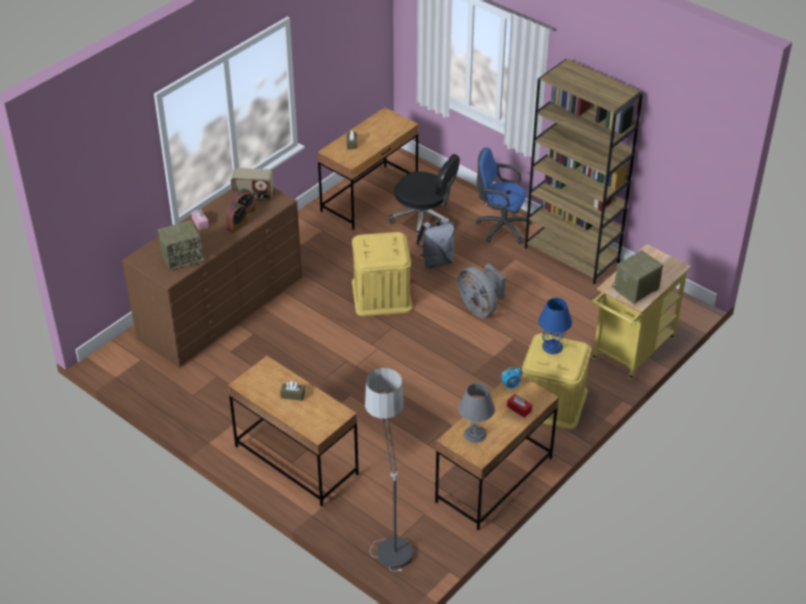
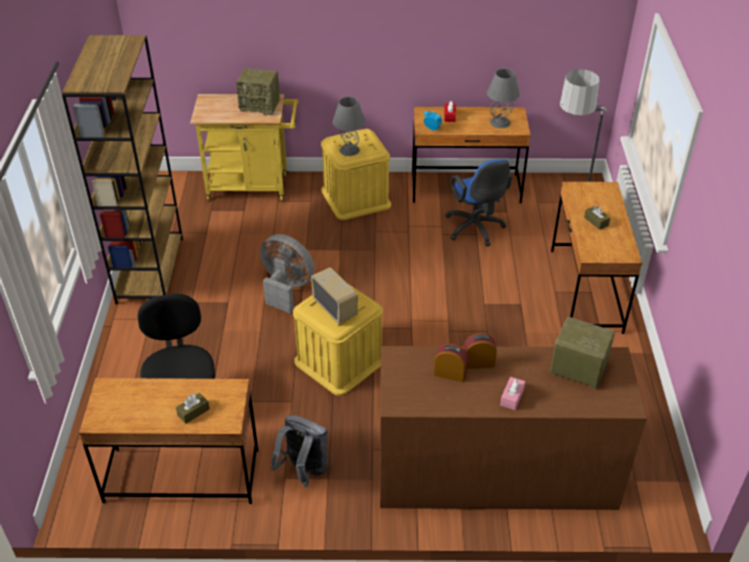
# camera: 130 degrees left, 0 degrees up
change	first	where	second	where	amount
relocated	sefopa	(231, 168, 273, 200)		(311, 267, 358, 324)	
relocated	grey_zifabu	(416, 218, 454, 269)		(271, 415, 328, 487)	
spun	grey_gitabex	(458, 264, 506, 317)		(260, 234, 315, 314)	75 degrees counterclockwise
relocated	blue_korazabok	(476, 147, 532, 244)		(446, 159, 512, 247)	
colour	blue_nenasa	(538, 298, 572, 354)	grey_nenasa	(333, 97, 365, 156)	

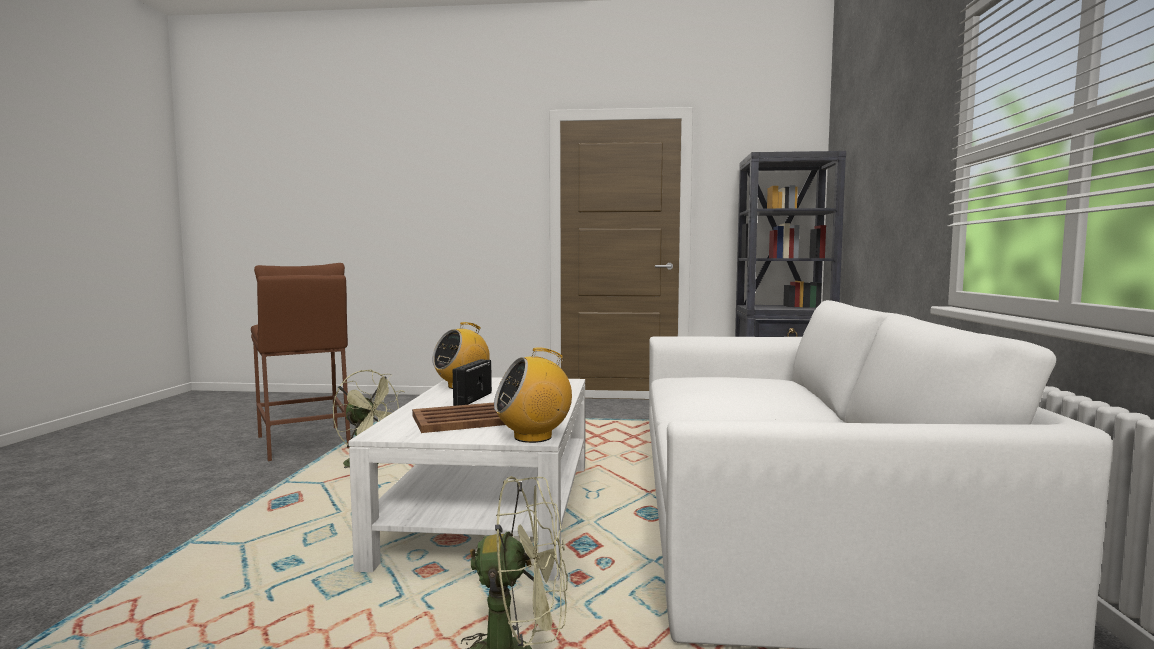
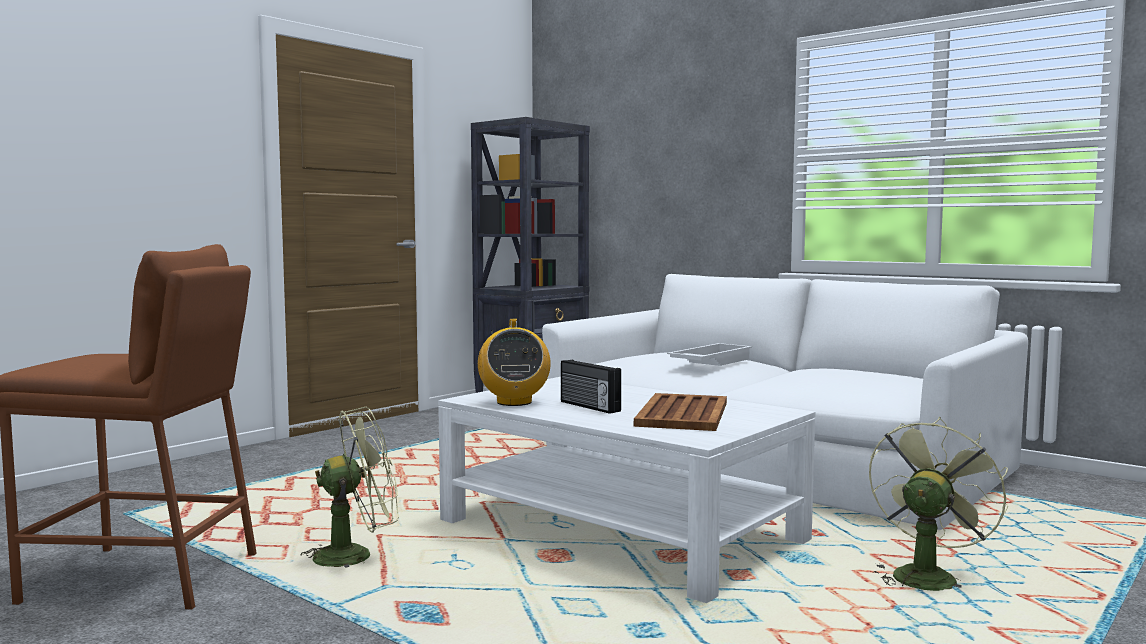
# camera: 55 degrees left, 0 degrees up
change	first	where	second	where	amount
missing	sefopa	(494, 348, 572, 443)			
appeared			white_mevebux	(667, 343, 752, 366)	

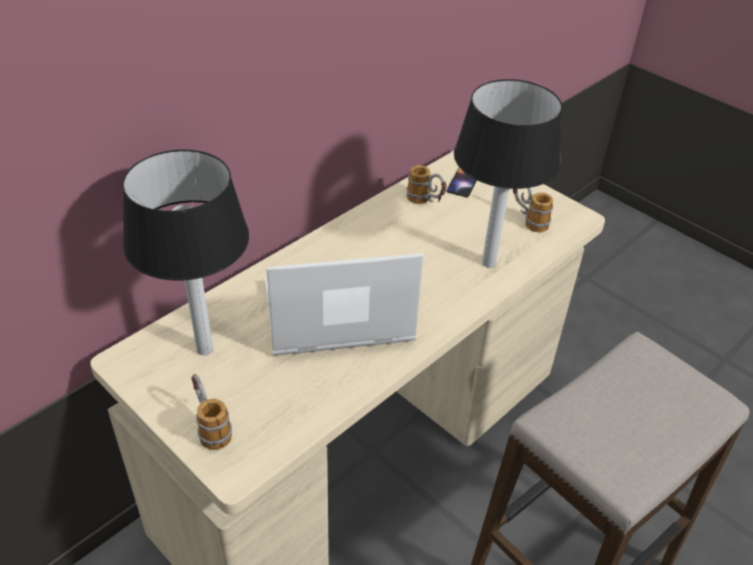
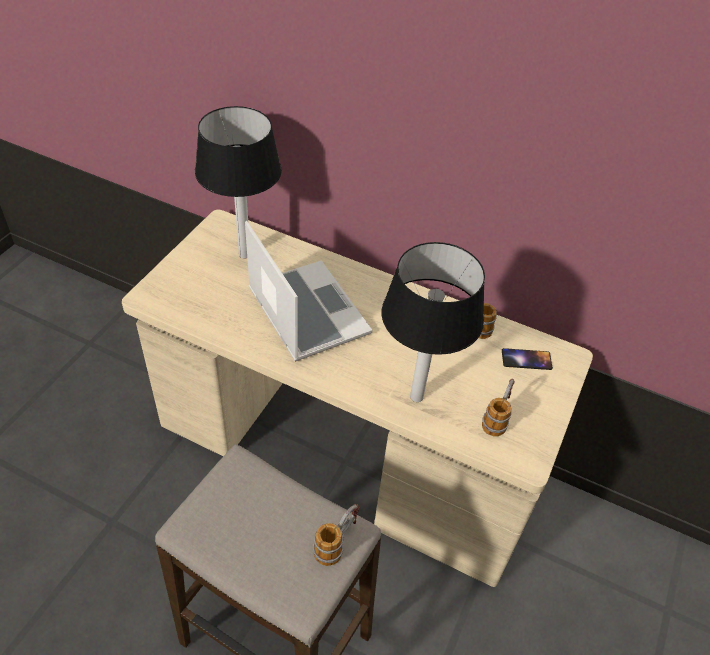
# camera: 70 degrees right, 5 degrees up
change	first	where	second	where	amount
relocated	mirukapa	(191, 374, 232, 450)		(313, 504, 359, 566)	

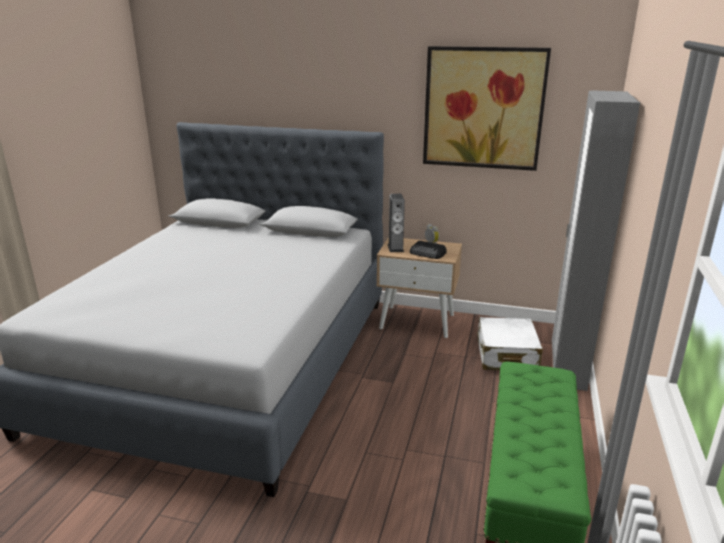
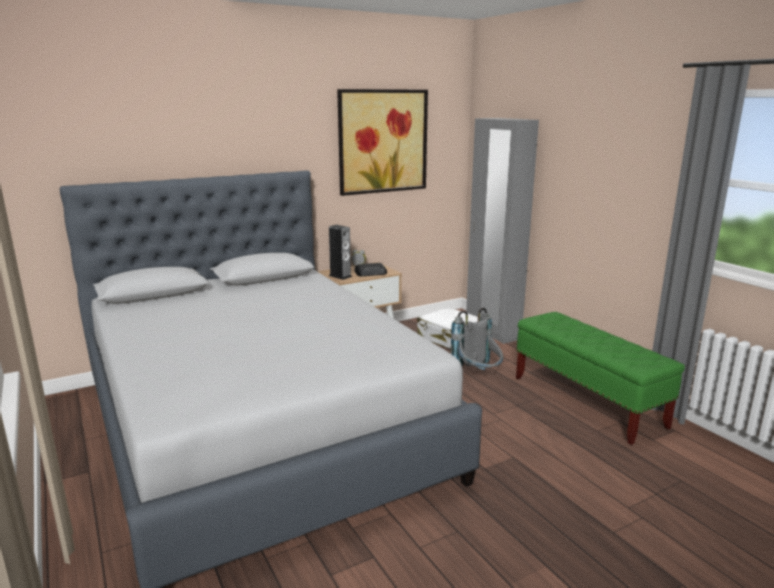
# camera: 45 degrees left, 5 degrees down
change	first	where	second	where	amount
appeared			grey_zifabu	(451, 308, 503, 370)	

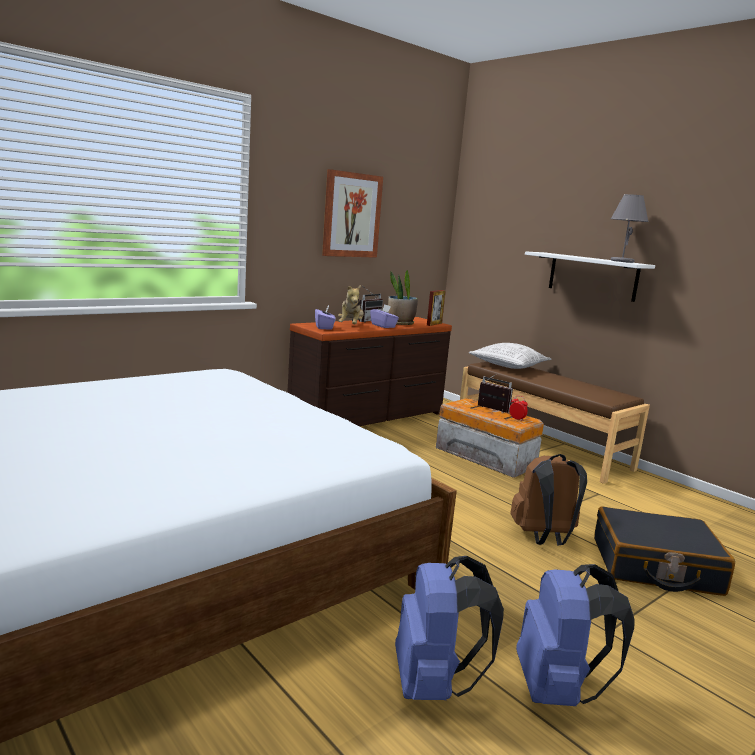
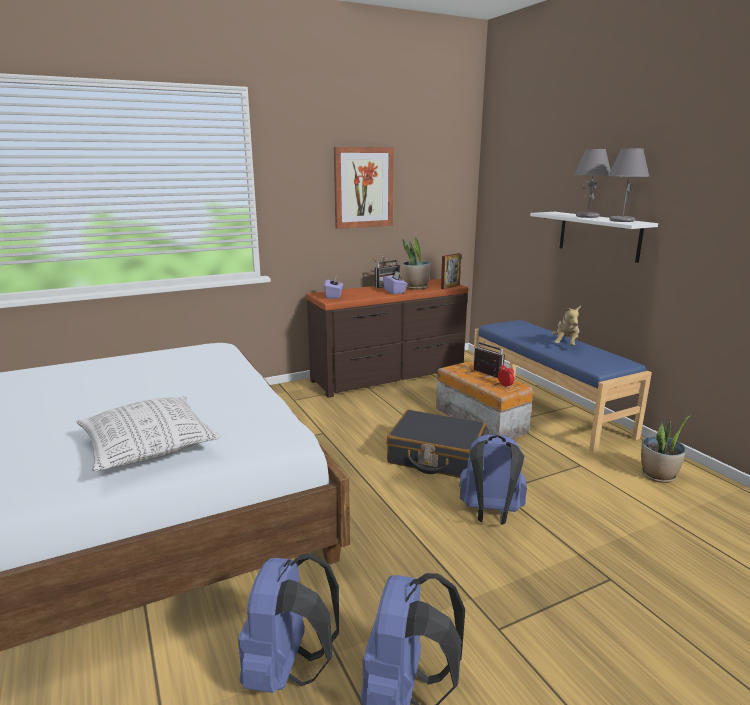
# camera: 15 degrees right, 5 degrees up
change	first	where	second	where	amount
relocated	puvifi	(338, 285, 364, 324)		(552, 306, 581, 346)	
colour	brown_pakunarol	(460, 362, 650, 484)	blue_pakunarol	(473, 320, 652, 453)	
relocated	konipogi	(469, 343, 551, 369)		(76, 396, 221, 471)	
colour	brown_zifabu	(510, 454, 587, 546)	blue_zifabu	(459, 434, 527, 524)	
relocated	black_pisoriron	(594, 506, 735, 596)		(386, 410, 486, 478)	
appeared			grey_nenasa	(574, 149, 611, 218)	
appeared			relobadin	(641, 415, 691, 483)	

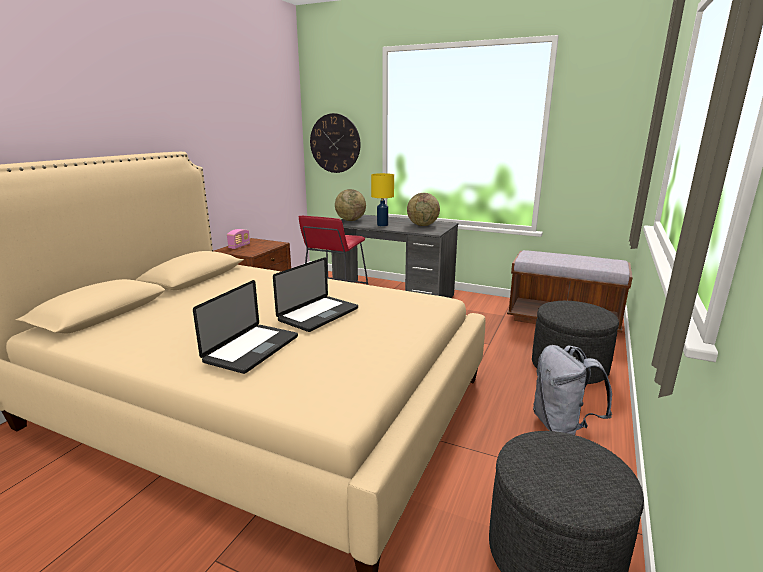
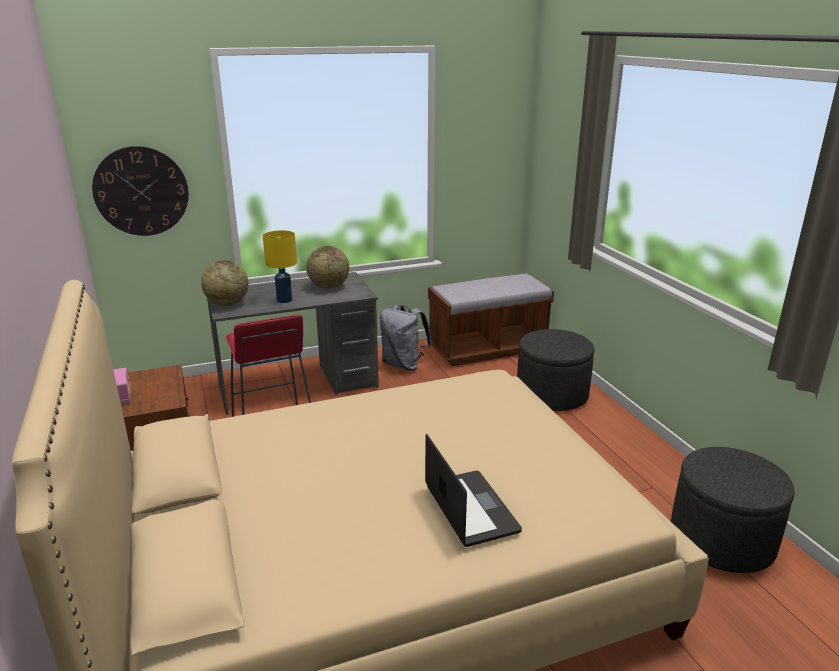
# camera: 45 degrees left, 5 degrees up
change	first	where	second	where	amount
missing	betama	(273, 257, 358, 332)			
relocated	grey_zifabu	(533, 345, 612, 435)		(380, 305, 432, 371)	

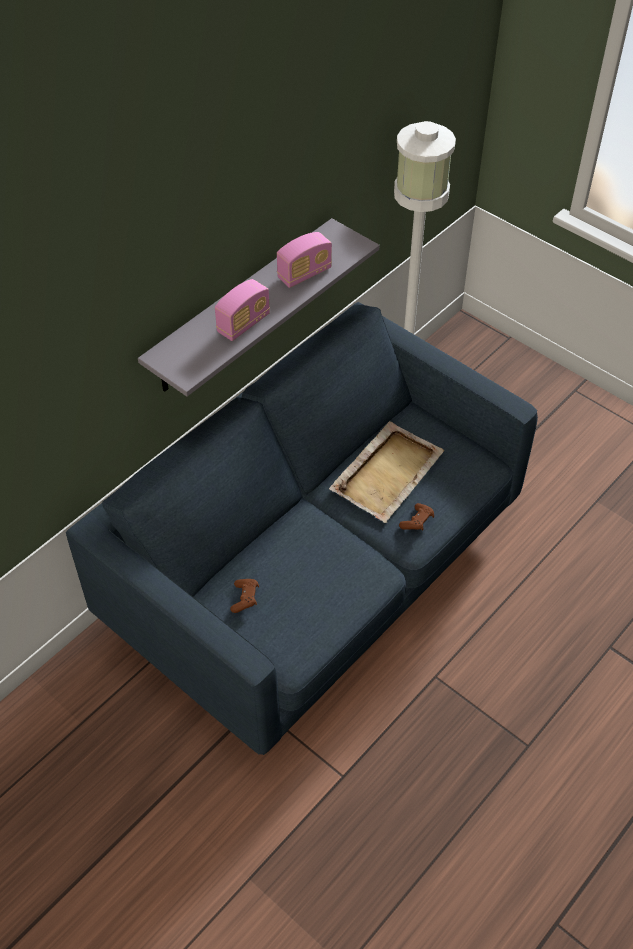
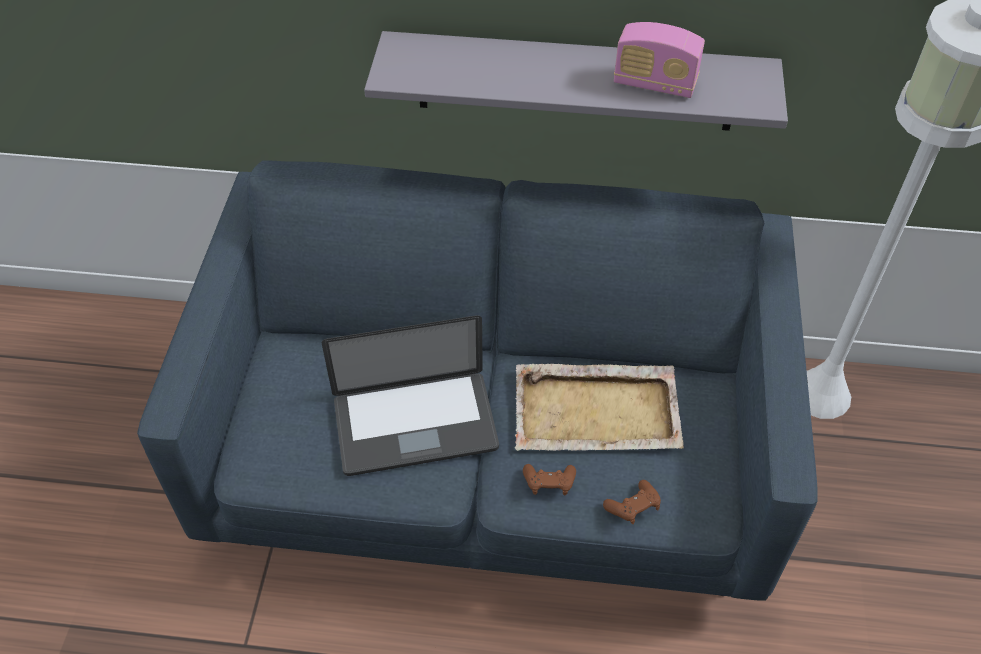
# camera: 55 degrees right, 0 degrees up
change	first	where	second	where	amount
missing	sefopa	(215, 279, 270, 341)			
relocated	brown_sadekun	(230, 579, 259, 613)		(603, 480, 661, 524)	
appeared			betama	(322, 315, 499, 476)	

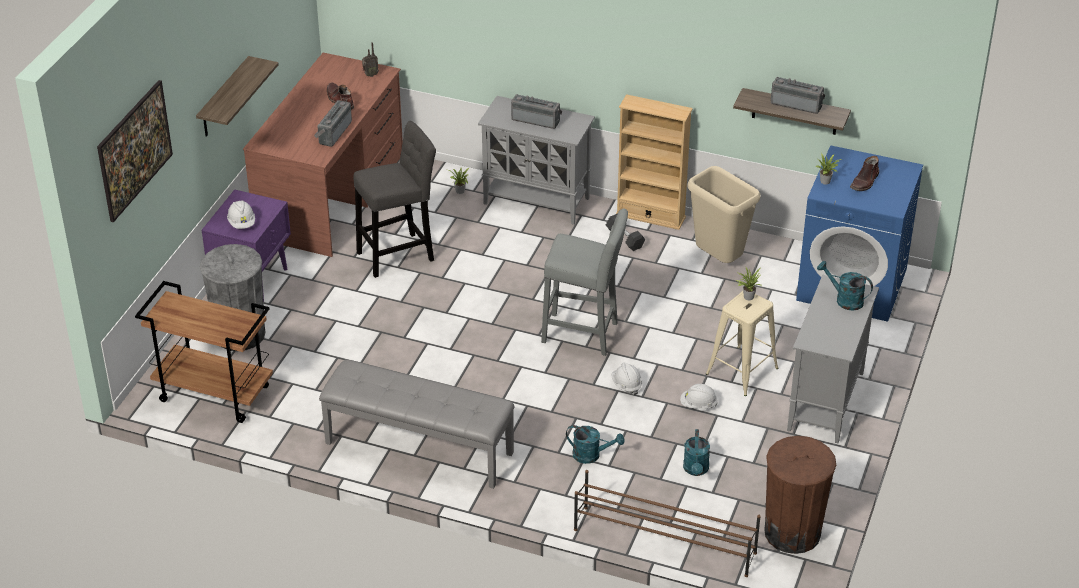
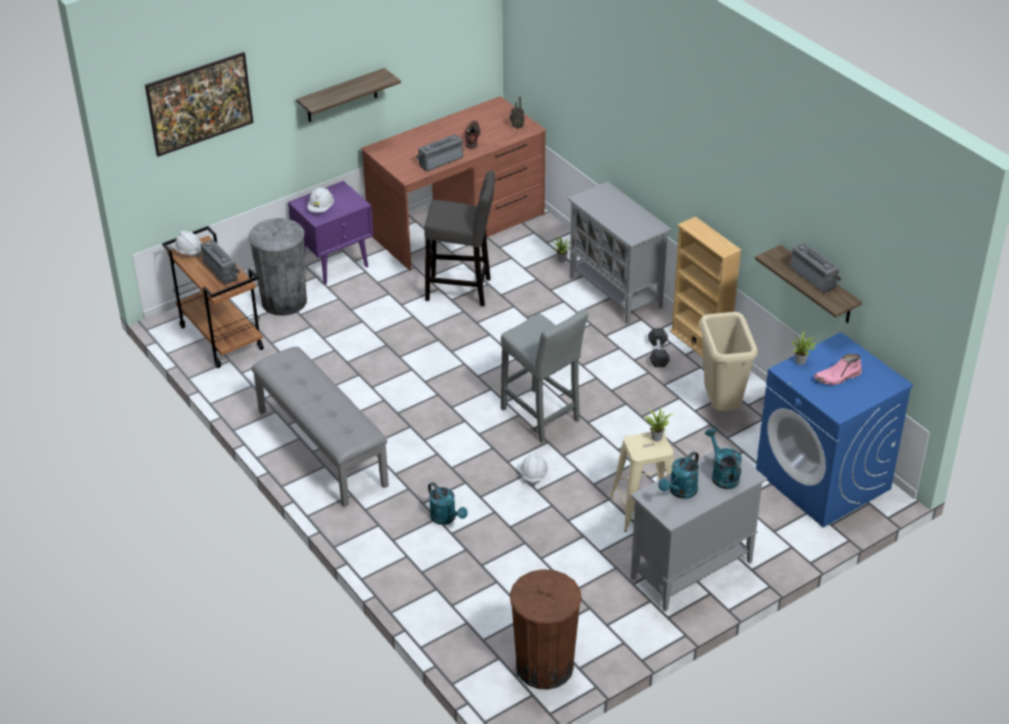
# camera: 35 degrees right, 0 degrees up
change	first	where	second	where	amount
relocated	sefopa	(511, 94, 562, 129)		(201, 240, 241, 284)	
missing	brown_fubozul	(574, 470, 761, 577)			
relocated	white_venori	(680, 384, 718, 409)		(172, 231, 202, 257)	
relocated	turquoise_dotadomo	(683, 429, 710, 476)		(658, 451, 699, 499)	
colour	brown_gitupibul	(850, 156, 879, 191)	pink_gitupibul	(814, 354, 862, 385)	

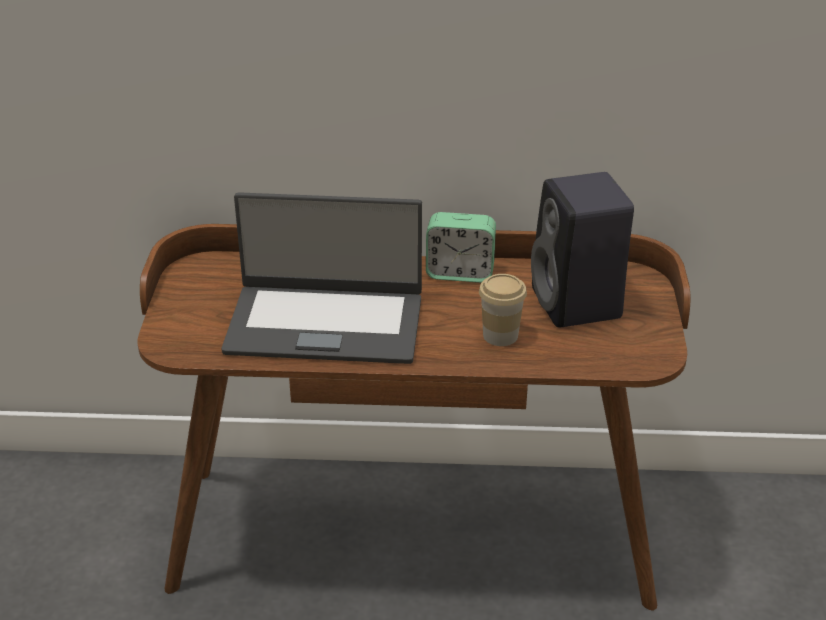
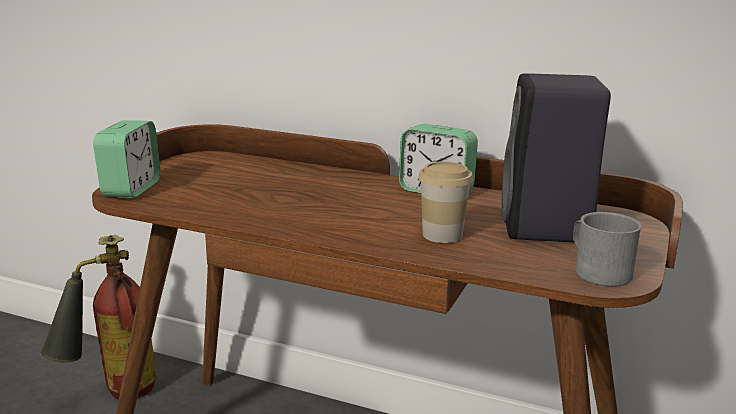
# camera: 20 degrees right, 15 degrees down
change	first	where	second	where	amount
missing	betama	(221, 192, 422, 364)			
appeared			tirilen	(41, 235, 156, 399)	
appeared			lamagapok	(93, 121, 161, 198)	
appeared			grey_mirukapa	(573, 212, 642, 287)	

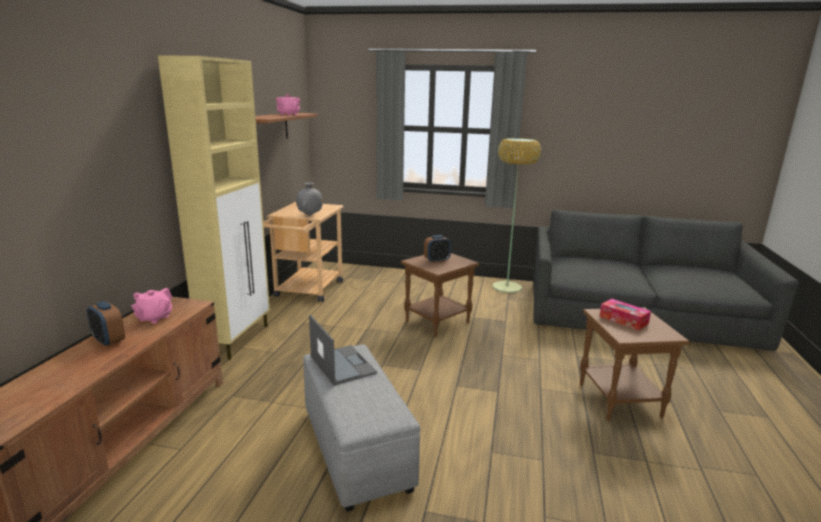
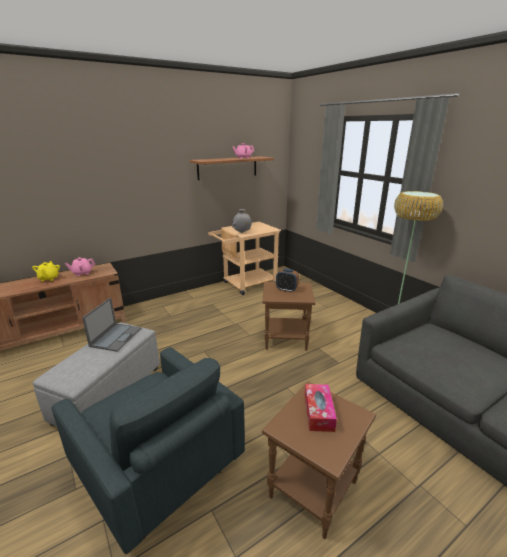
# camera: 45 degrees right, 5 degrees up
change	first	where	second	where	amount
exchanged	lamagapok	(87, 301, 125, 347)	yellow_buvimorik	(32, 261, 60, 281)	
missing	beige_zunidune	(158, 55, 270, 360)			
appeared			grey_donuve	(51, 347, 245, 554)	

